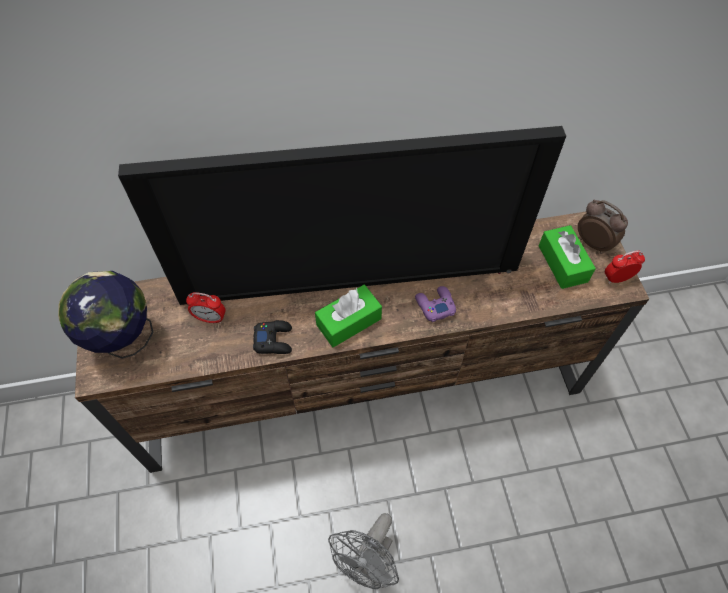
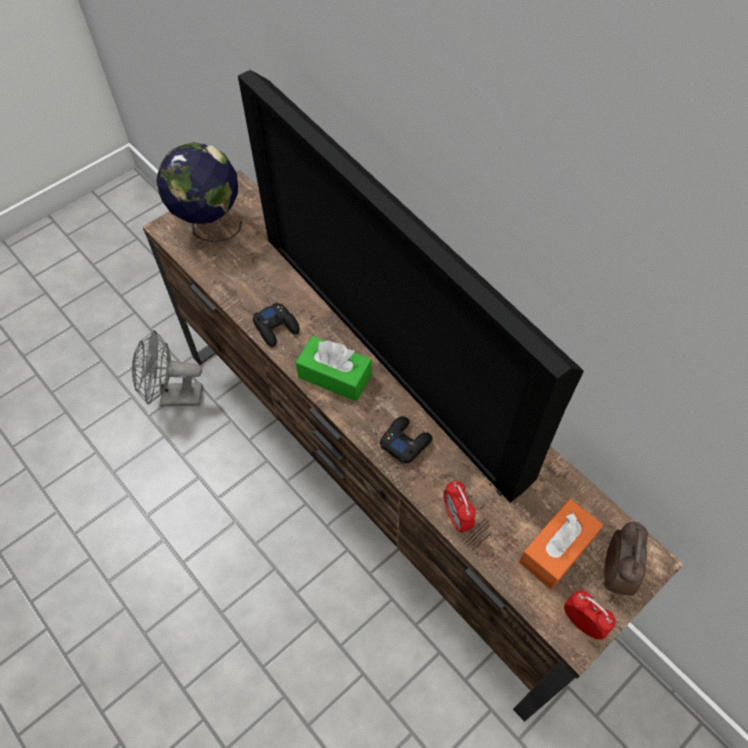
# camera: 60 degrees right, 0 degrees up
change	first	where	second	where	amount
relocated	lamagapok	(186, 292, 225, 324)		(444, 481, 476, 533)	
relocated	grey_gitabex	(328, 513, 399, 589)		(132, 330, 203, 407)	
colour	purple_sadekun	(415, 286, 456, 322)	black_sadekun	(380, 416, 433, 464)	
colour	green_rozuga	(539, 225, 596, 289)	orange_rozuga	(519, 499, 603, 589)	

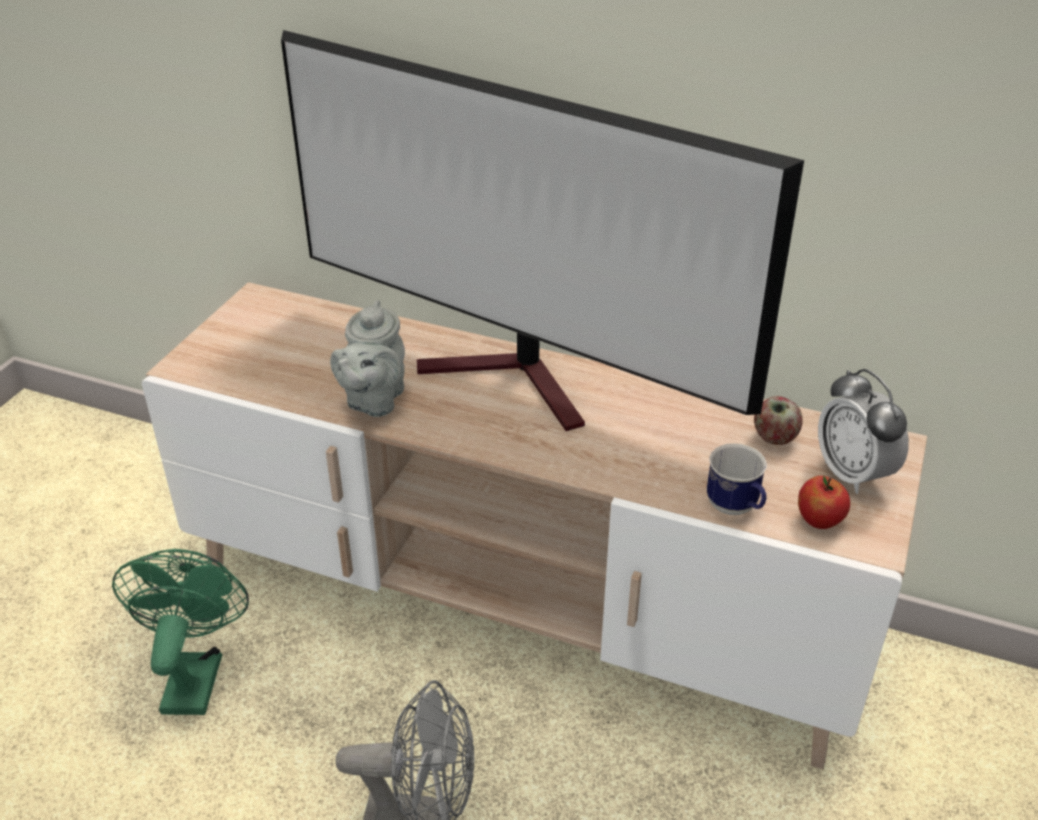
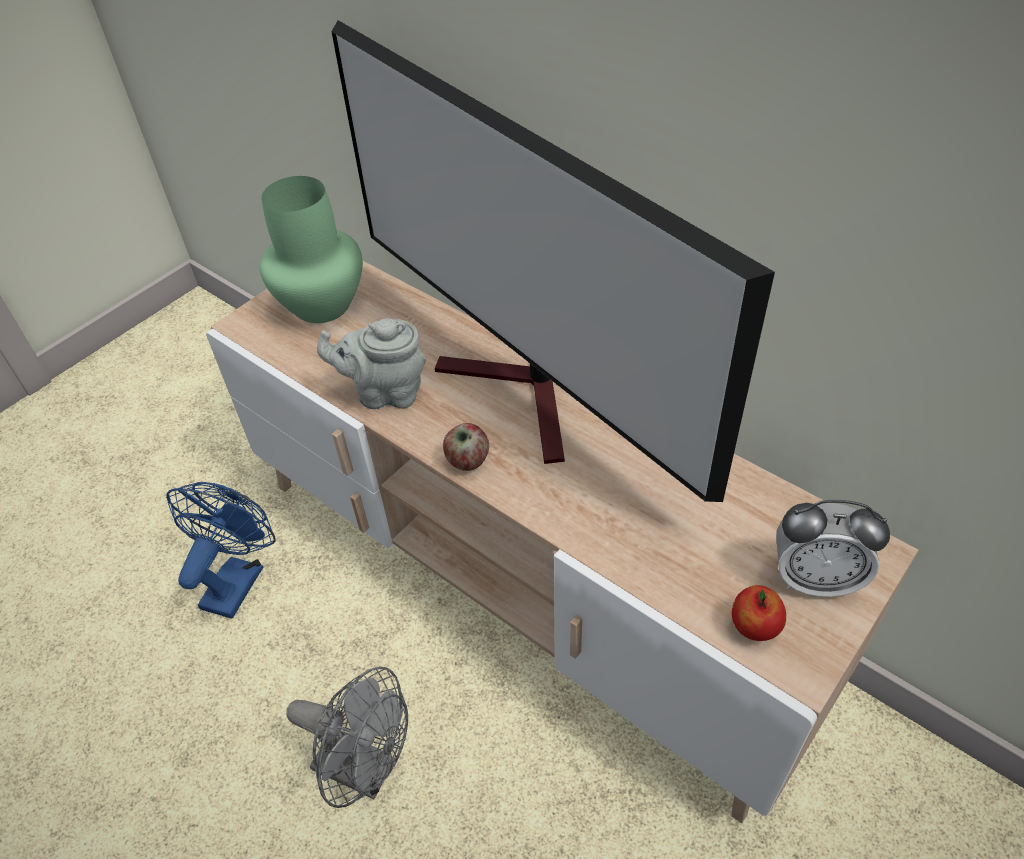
# camera: 20 degrees right, 10 degrees up
change	first	where	second	where	amount
colour	green_gitabex	(112, 549, 249, 715)	blue_gitabex	(166, 482, 276, 619)	
spun	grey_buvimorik	(330, 300, 405, 417)		(317, 318, 426, 409)	60 degrees clockwise
missing	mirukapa	(707, 443, 767, 515)			
relocated	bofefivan	(754, 396, 803, 445)		(443, 423, 489, 471)	
spun	lamagapok	(818, 369, 909, 494)		(777, 500, 890, 597)	75 degrees counterclockwise
appeared			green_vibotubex	(260, 176, 363, 323)	

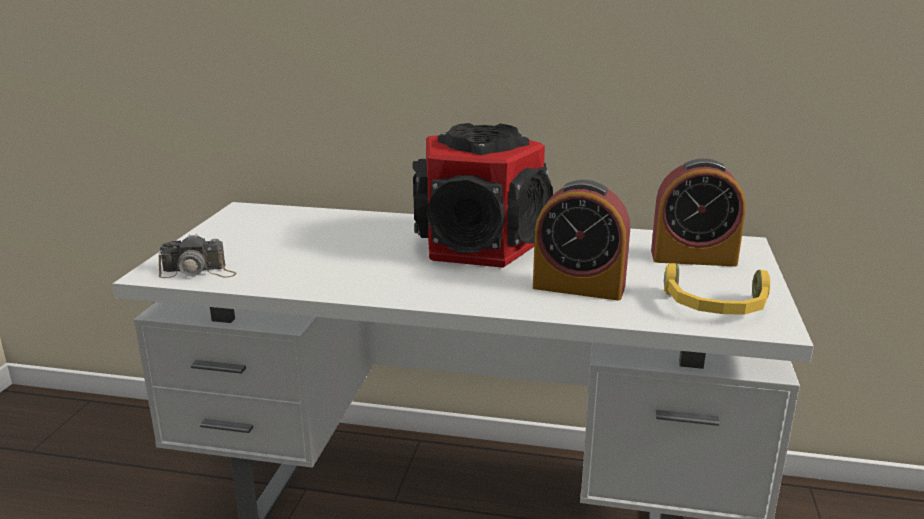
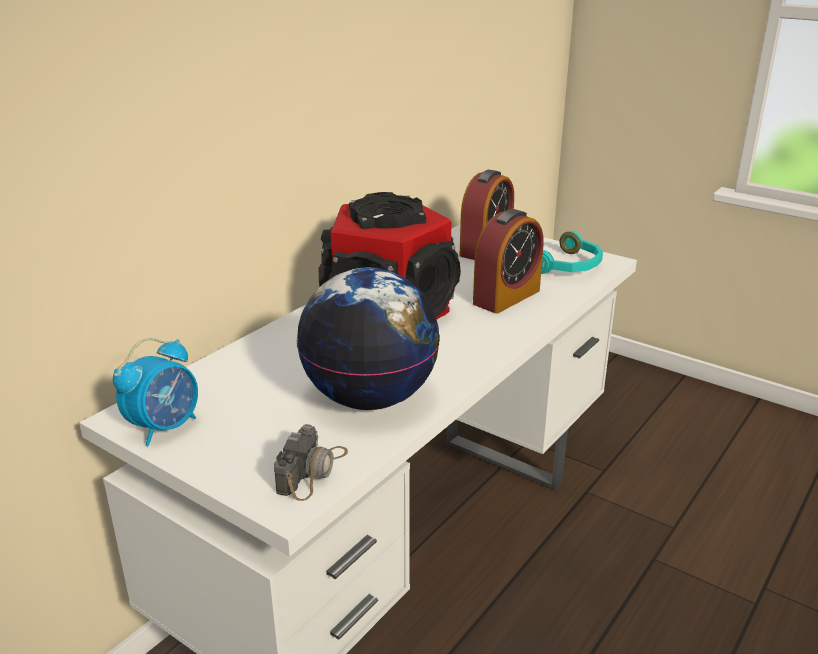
# camera: 65 degrees left, 5 degrees up
change	first	where	second	where	amount
colour	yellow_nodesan	(664, 263, 770, 315)	turquoise_nodesan	(541, 231, 603, 274)	
appeared			lamagapok	(113, 338, 198, 446)	
appeared			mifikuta	(297, 268, 440, 410)	

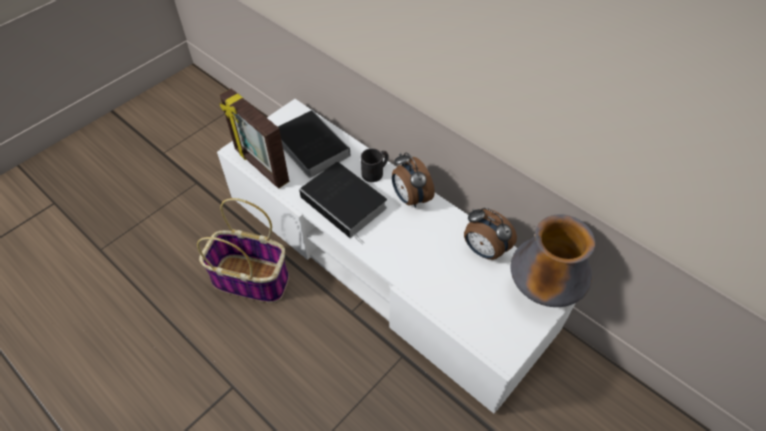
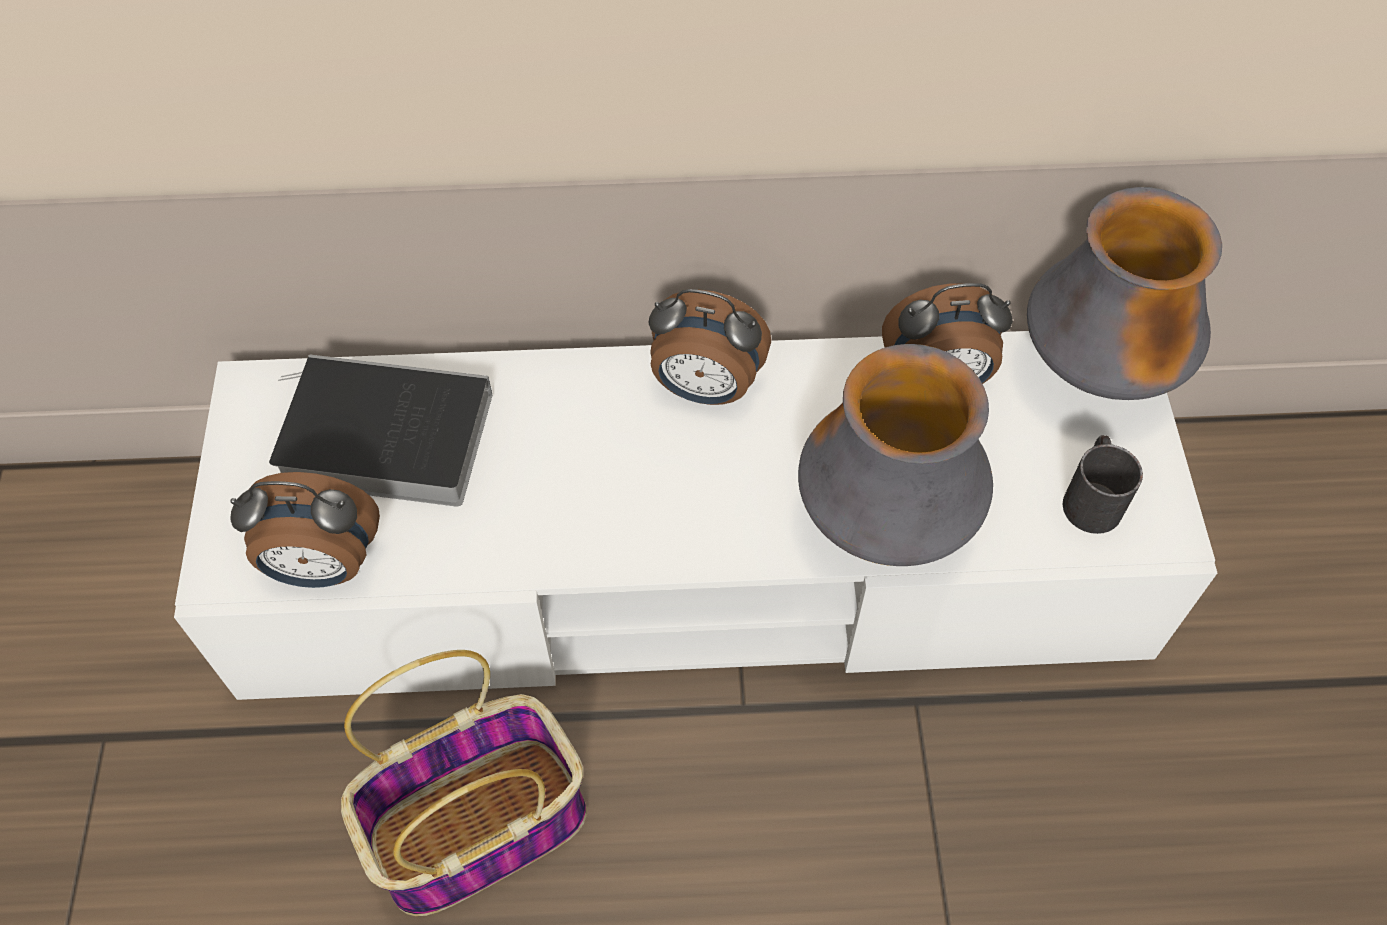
# camera: 45 degrees left, 5 degrees up
change	first	where	second	where	amount
exchanged	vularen	(219, 88, 289, 188)	lamagapok	(230, 472, 380, 588)	
missing	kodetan	(299, 162, 387, 244)			
relocated	black_mirukapa	(361, 148, 389, 182)		(1063, 435, 1143, 534)	
appeared			vibotubex	(798, 344, 993, 566)	

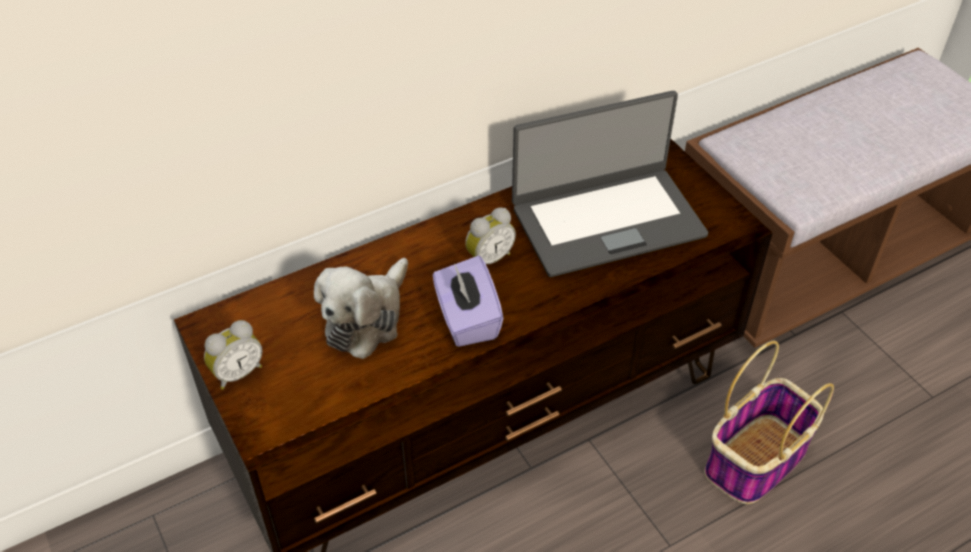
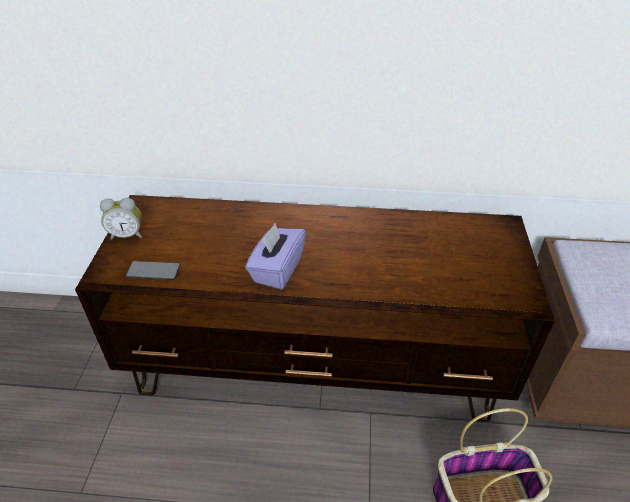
# camera: 35 degrees right, 5 degrees down
change	first	where	second	where	amount
missing	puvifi	(314, 258, 408, 359)			
missing	lamagapok	(465, 207, 516, 264)			
missing	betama	(512, 91, 708, 277)			
appeared			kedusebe	(126, 261, 180, 280)	

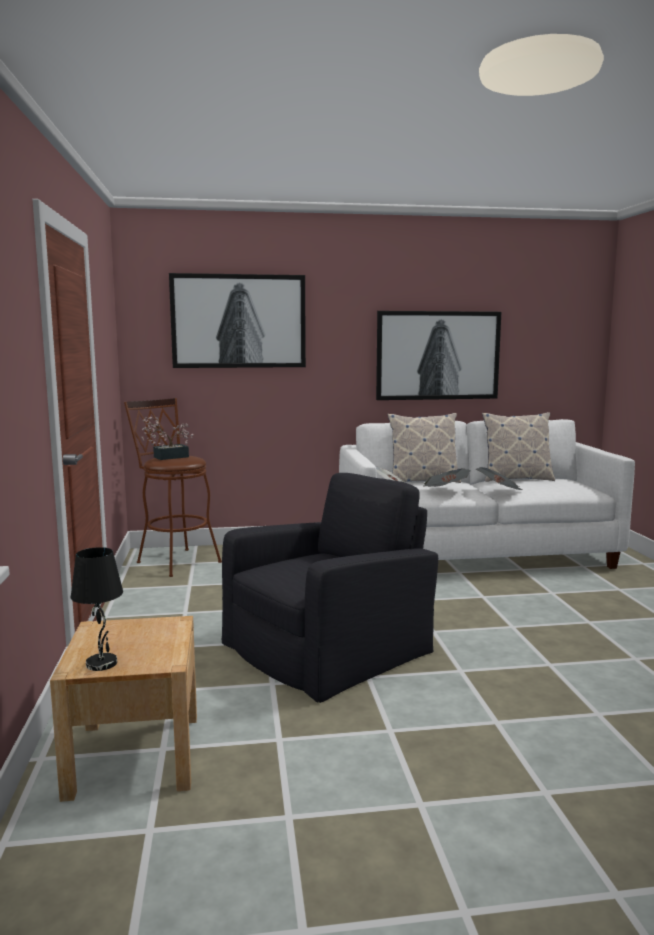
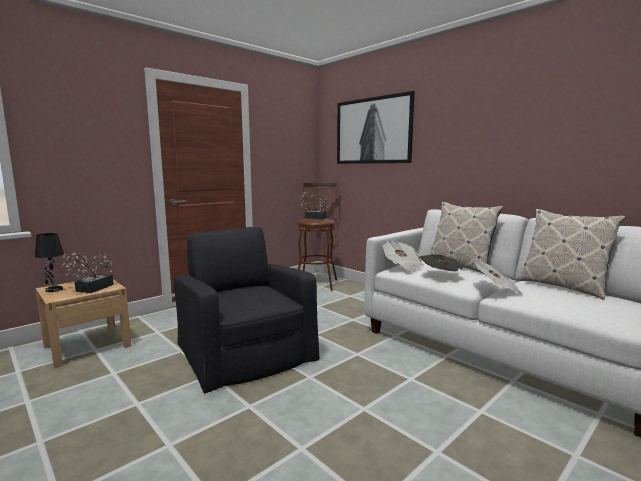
# camera: 55 degrees right, 0 degrees up
change	first	where	second	where	amount
spun	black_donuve	(222, 473, 438, 703)		(174, 227, 320, 393)	135 degrees counterclockwise
missing	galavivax	(376, 311, 501, 400)			
appeared			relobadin	(62, 252, 114, 293)	

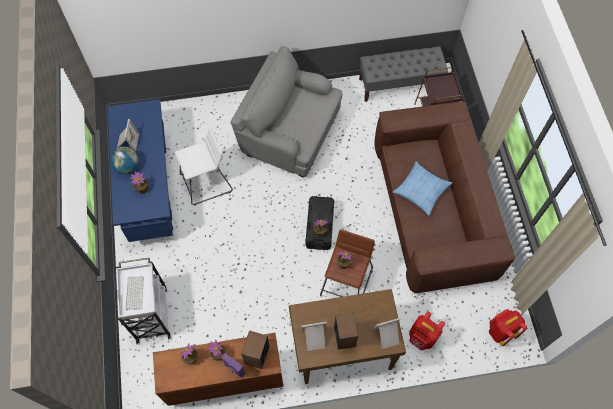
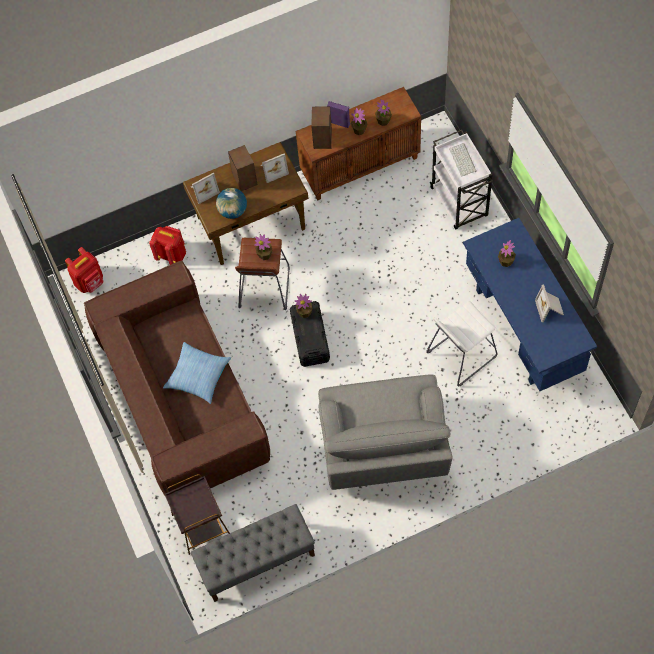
# camera: 170 degrees right, 0 degrees up
change	first	where	second	where	amount
relocated	mifikuta	(110, 147, 138, 174)		(216, 188, 247, 219)	
spun	grey_donuve	(231, 46, 343, 178)		(318, 374, 453, 490)	75 degrees clockwise

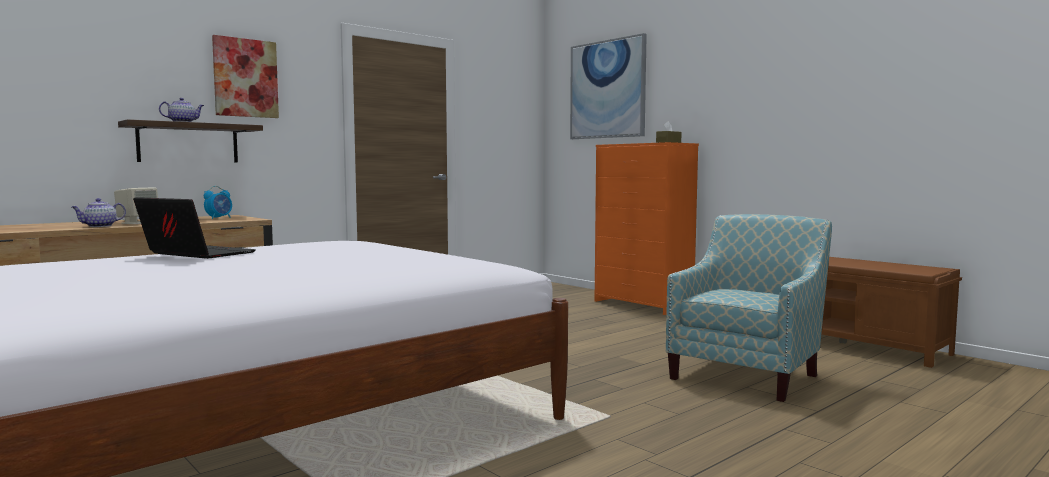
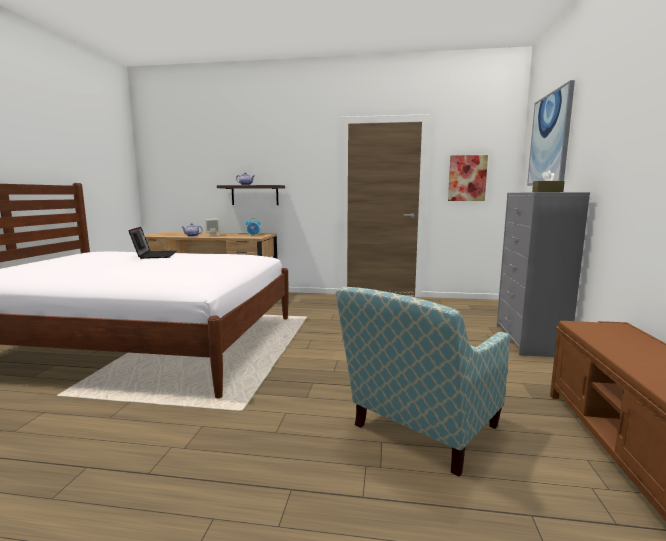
# camera: 50 degrees right, 5 degrees up
change	first	where	second	where	amount
relocated	galavivax	(212, 35, 279, 118)		(448, 155, 488, 201)	
colour	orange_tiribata	(595, 142, 699, 315)	grey_tiribata	(497, 192, 590, 357)	
spun	donuve	(666, 214, 832, 402)		(336, 287, 510, 477)	135 degrees clockwise

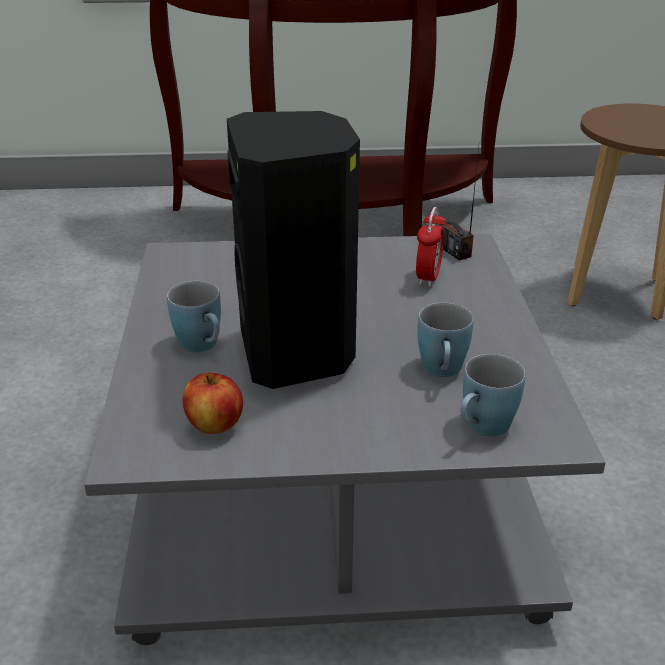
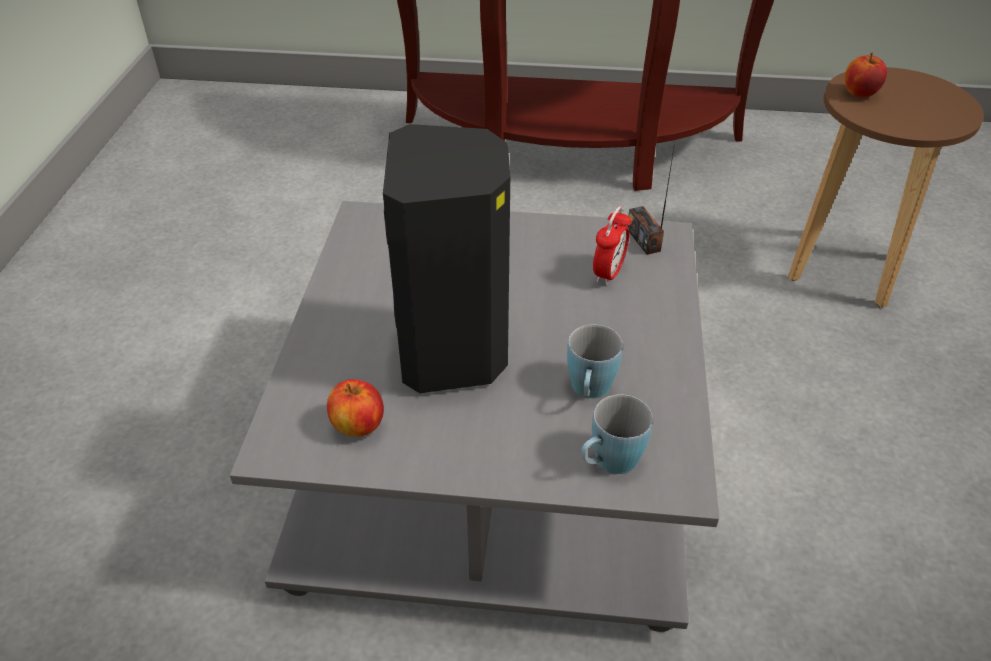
# camera: 10 degrees right, 10 degrees up
change	first	where	second	where	amount
missing	blue_mirukapa	(167, 281, 221, 352)			
appeared			bofefivan	(845, 52, 887, 98)	

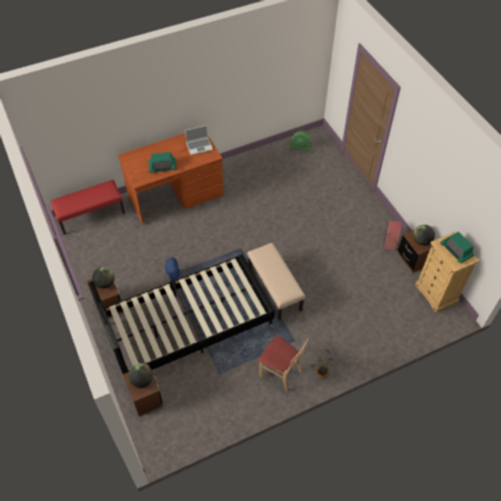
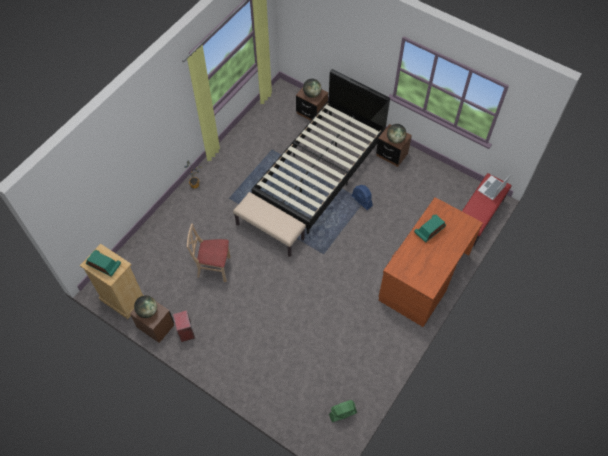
# camera: 150 degrees right, 5 degrees up
change	first	where	second	where	amount
relocated	betama	(185, 125, 213, 155)		(478, 175, 510, 200)	
relocated	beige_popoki	(258, 336, 309, 391)		(187, 223, 230, 282)	

